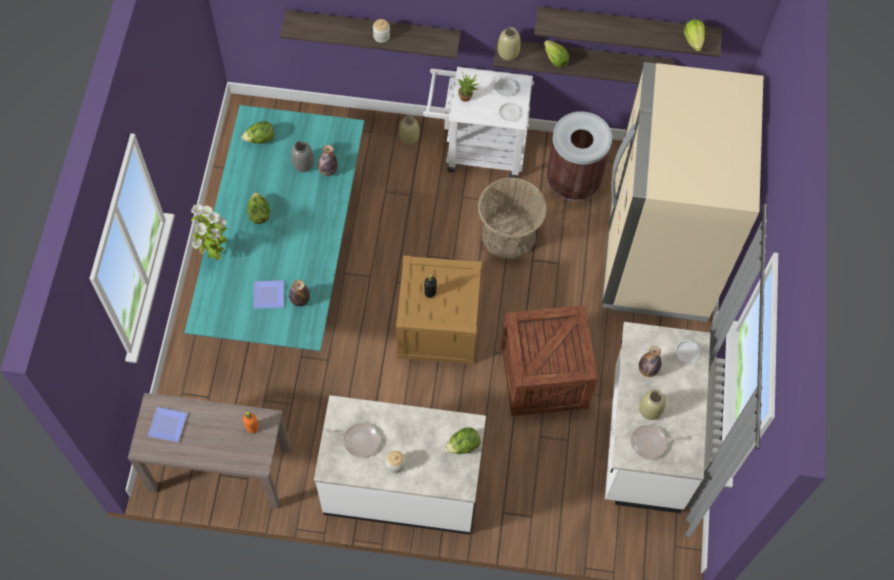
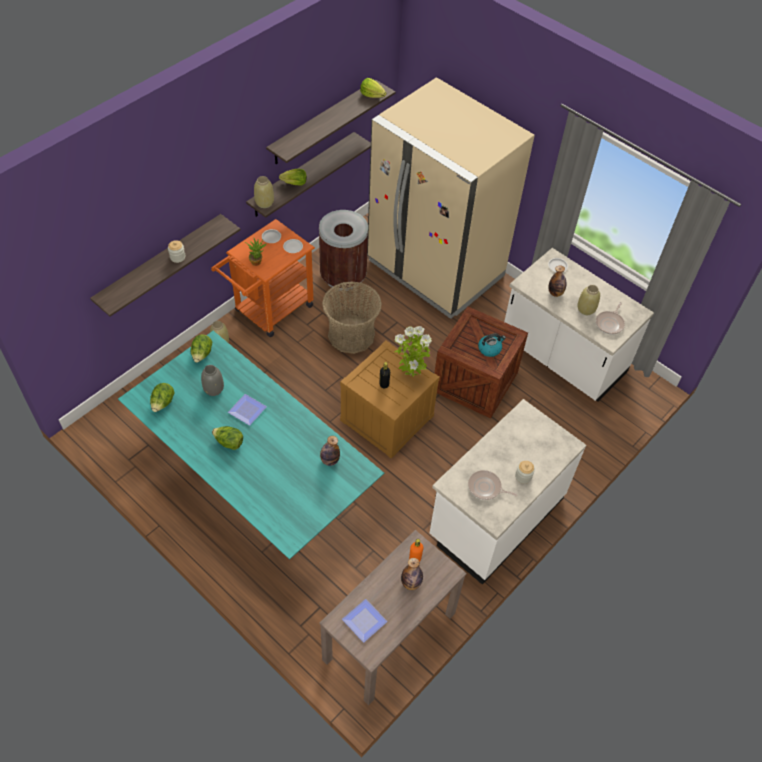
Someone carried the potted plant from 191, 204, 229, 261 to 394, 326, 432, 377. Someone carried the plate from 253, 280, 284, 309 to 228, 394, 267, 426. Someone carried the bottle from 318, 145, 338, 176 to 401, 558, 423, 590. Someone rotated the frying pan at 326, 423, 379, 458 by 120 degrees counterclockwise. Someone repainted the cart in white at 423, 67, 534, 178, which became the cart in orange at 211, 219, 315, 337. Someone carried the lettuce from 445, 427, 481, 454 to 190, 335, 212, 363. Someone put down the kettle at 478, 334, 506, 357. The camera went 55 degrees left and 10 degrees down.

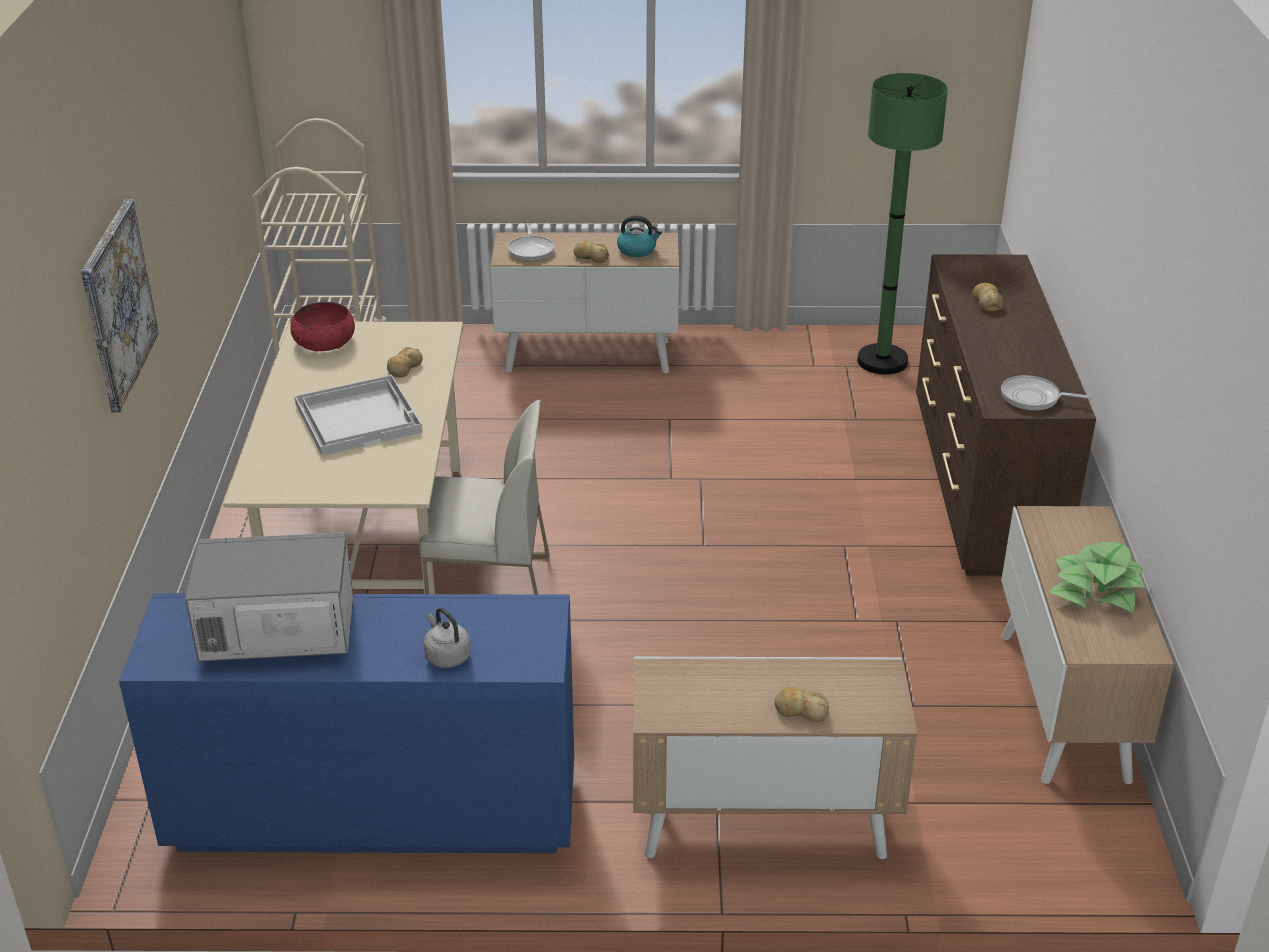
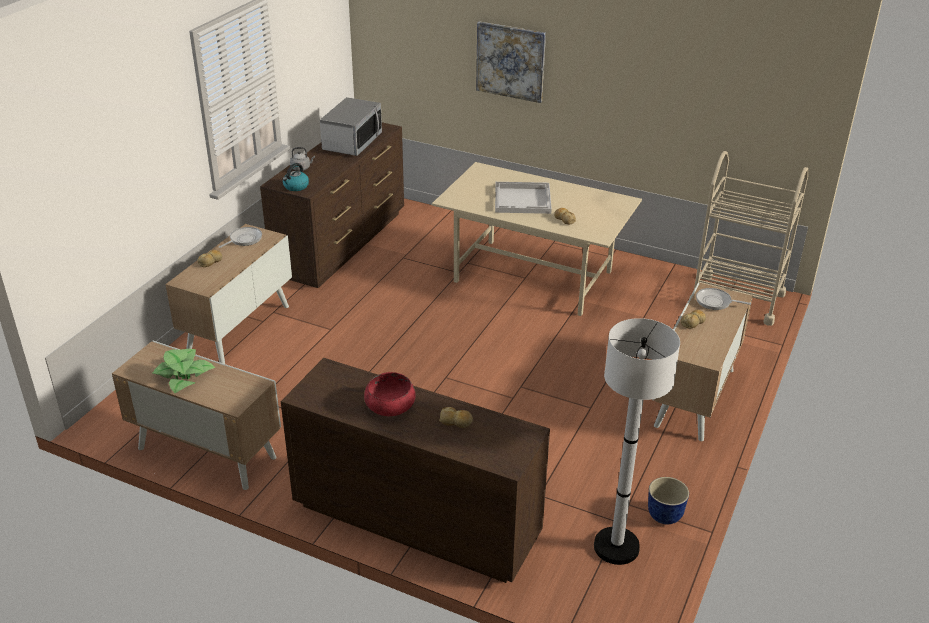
Someone repainted the dresser in blue at 119, 593, 574, 853, which became the dresser in brown at 260, 122, 404, 288. Someone carried the bowl in red from 291, 302, 355, 352 to 364, 372, 416, 416. Someone took away the chair in white at 419, 400, 550, 594. Someone carried the kettle from 617, 216, 662, 257 to 283, 163, 309, 191. Someone repainted the floor lamp in green at 857, 73, 948, 375, which became the floor lamp in white at 594, 318, 680, 565. Someone carried the frying pan from 1001, 375, 1093, 411 to 219, 227, 262, 248. Someone put down the planter at 648, 477, 689, 524. The camera went 115 degrees right and 0 degrees up.

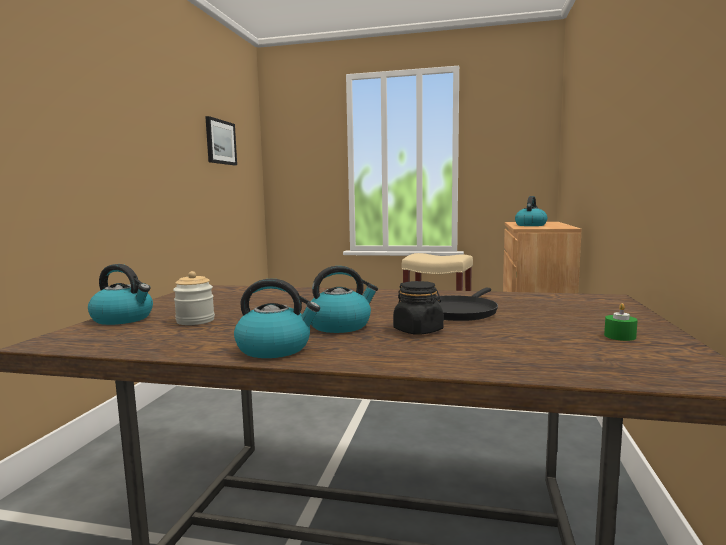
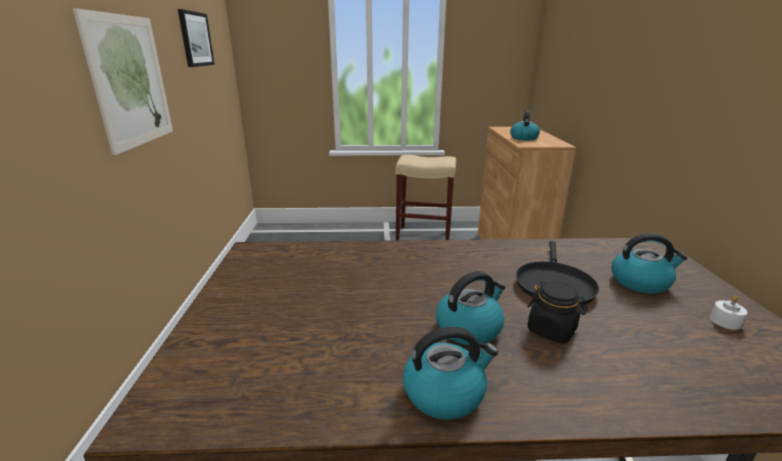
Someone carried the kettle from 88, 264, 153, 325 to 611, 233, 687, 294. Someone took away the jar at 173, 271, 215, 325. Someone repainted the candle in green at 604, 303, 638, 341, which became the candle in white at 710, 296, 748, 330. Someone put up the picture at 73, 8, 173, 155. The camera went 15 degrees left and 15 degrees up.

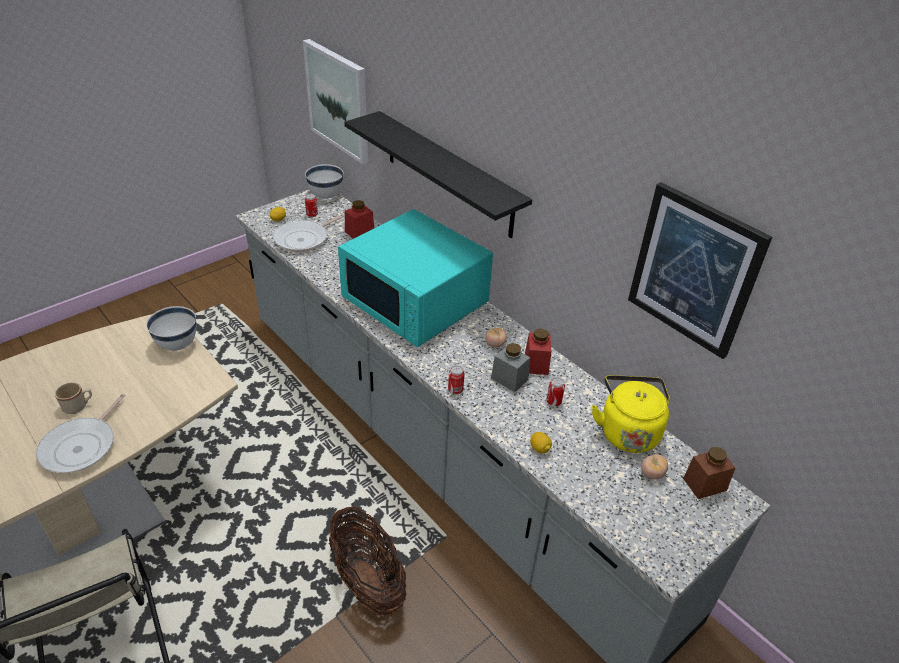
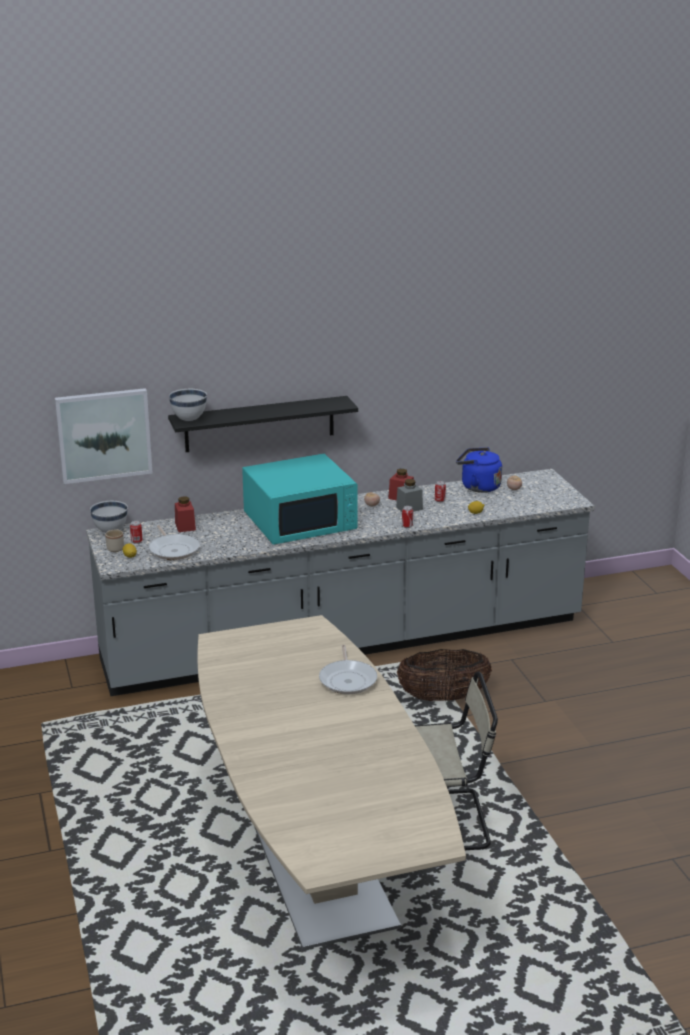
Someone rotated the frying pan at 36, 394, 125, 473 by 45 degrees clockwise. Someone carried the mug in beige from 55, 382, 92, 414 to 105, 529, 124, 552. Someone carried the bowl in white from 146, 306, 196, 351 to 169, 389, 207, 421. Someone repainted the kettle in yellow at 592, 375, 670, 453, which became the kettle in blue at 456, 447, 502, 493. Someone took away the picture at 628, 182, 772, 359. Someone took away the jar in brown at 683, 447, 735, 499. The camera went 65 degrees left and 15 degrees down.

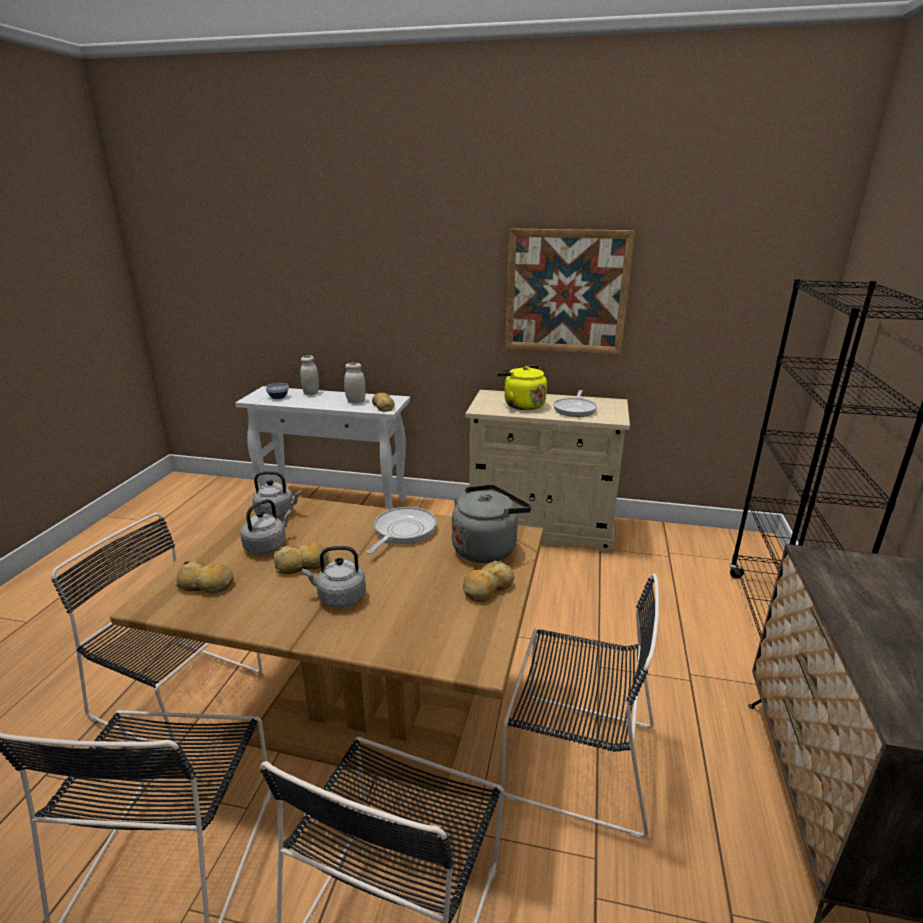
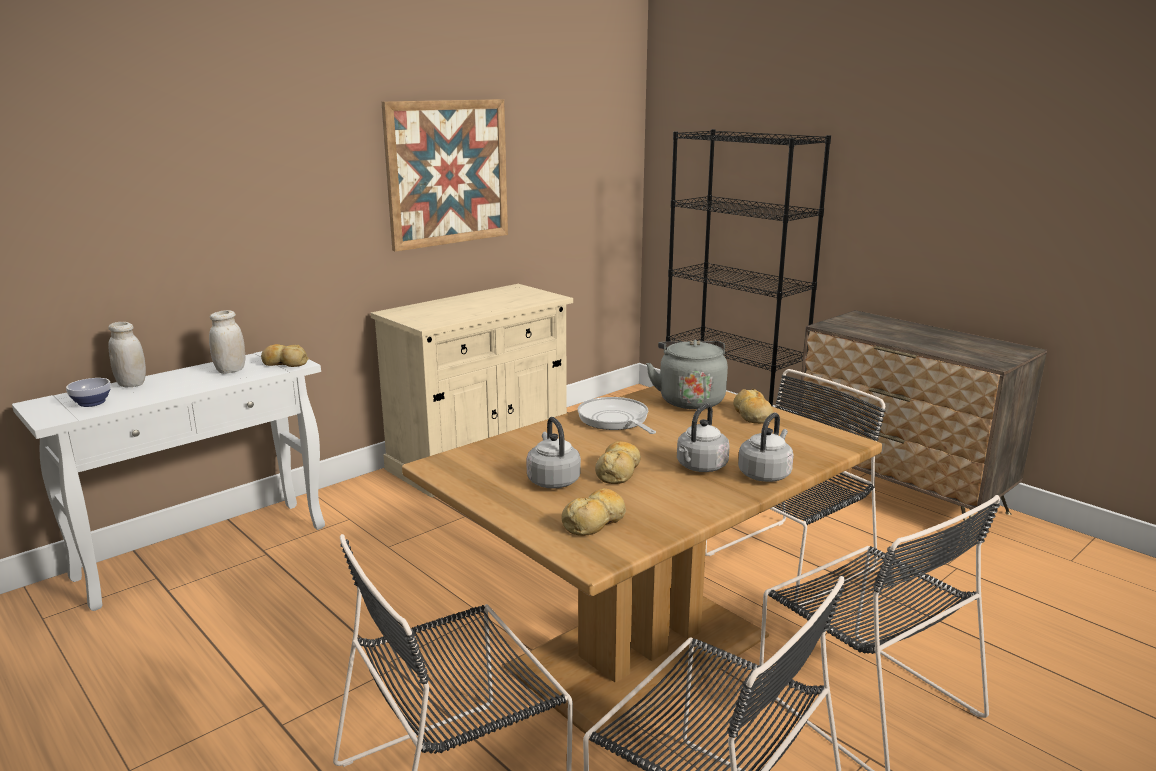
Someone carried the kettle in grey from 252, 471, 302, 518 to 738, 412, 794, 482. Someone took away the kettle in yellow at 497, 365, 547, 410. Someone took away the frying pan at 553, 390, 597, 417. The camera went 55 degrees left and 5 degrees down.

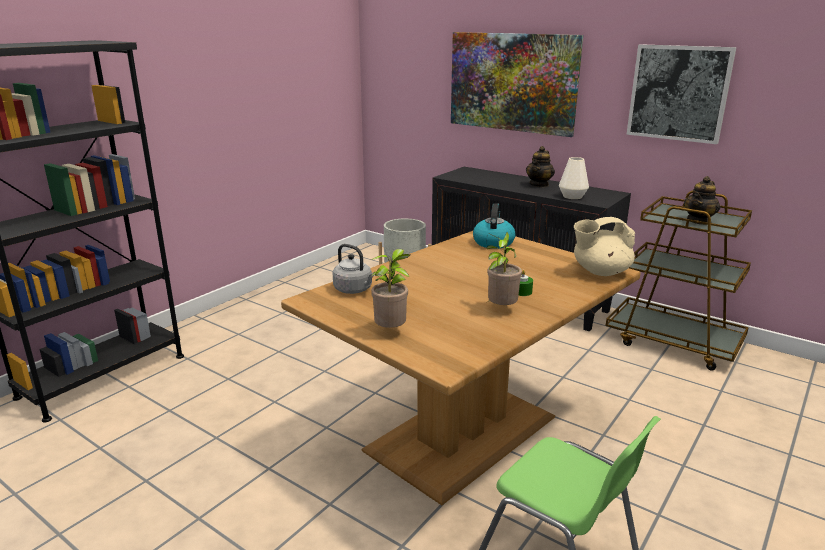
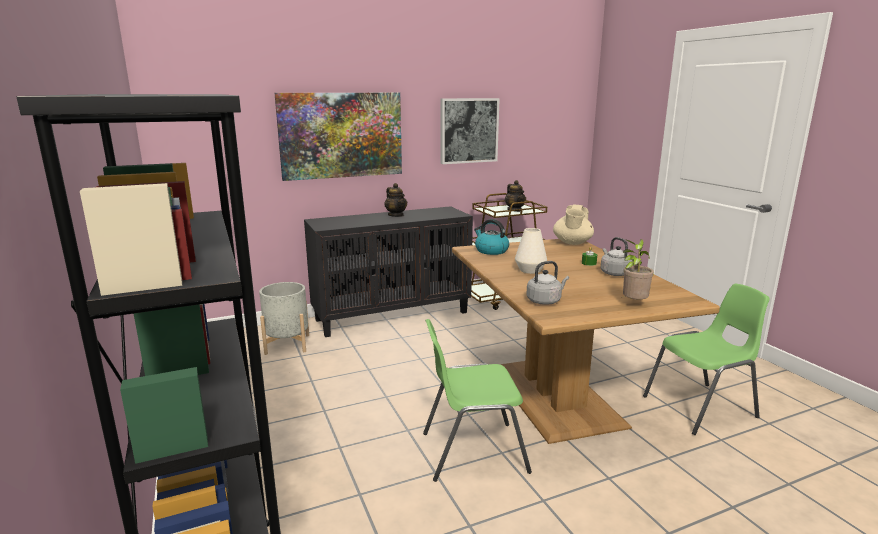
Someone swapped the potted plant at 486, 232, 522, 305 for the kettle in grey at 601, 237, 633, 276. Someone carried the vase in white from 559, 157, 589, 199 to 515, 228, 547, 274. Someone put down the chair in green at 423, 319, 532, 482. The camera went 60 degrees left and 5 degrees down.

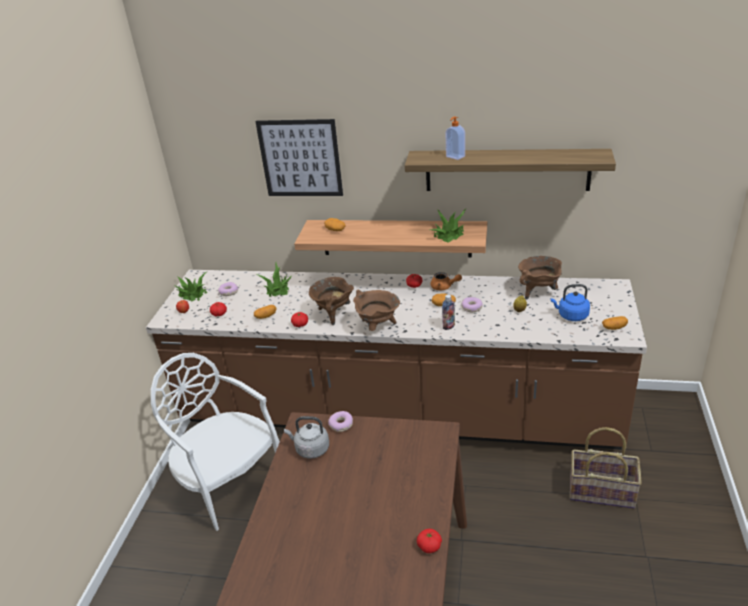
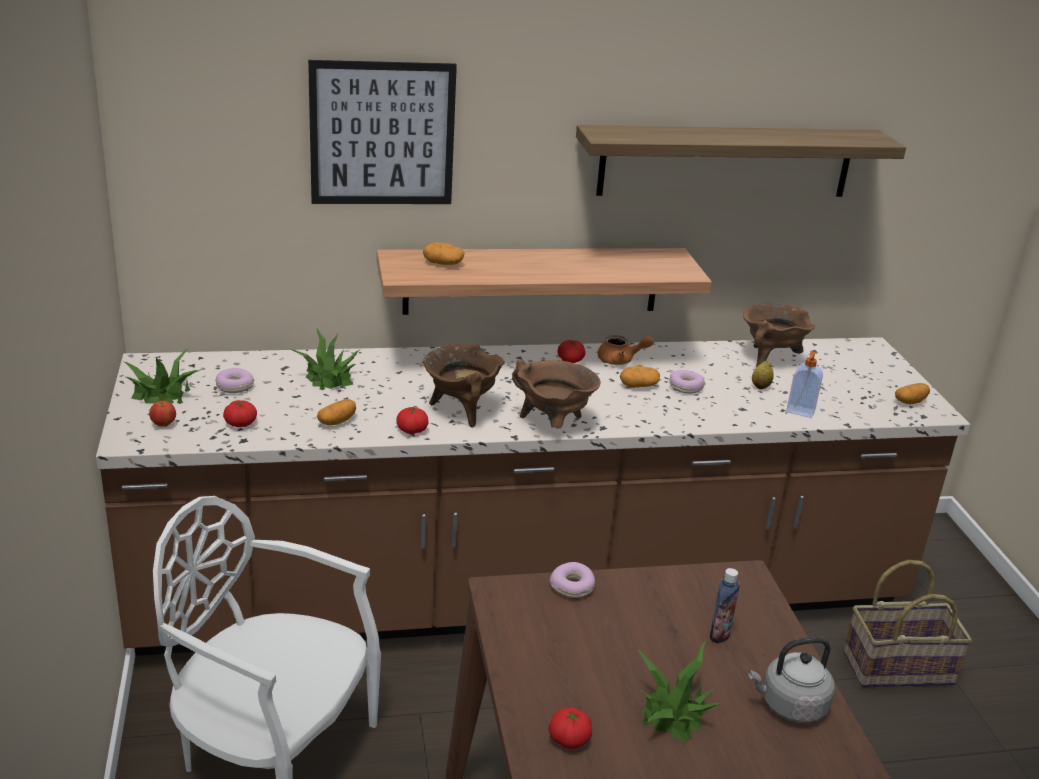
Someone carried the kettle in grey from 284, 416, 329, 459 to 748, 637, 835, 723. Someone carried the tomato from 417, 529, 442, 553 to 548, 707, 592, 749. Someone carried the potted plant from 430, 208, 467, 242 to 638, 641, 720, 742. Someone carried the bottle from 442, 295, 455, 330 to 710, 568, 740, 644. Someone carried the soap dispenser from 445, 116, 465, 160 to 786, 351, 823, 418. Someone took away the kettle in blue at 550, 284, 590, 321. The camera went 25 degrees left and 5 degrees down.

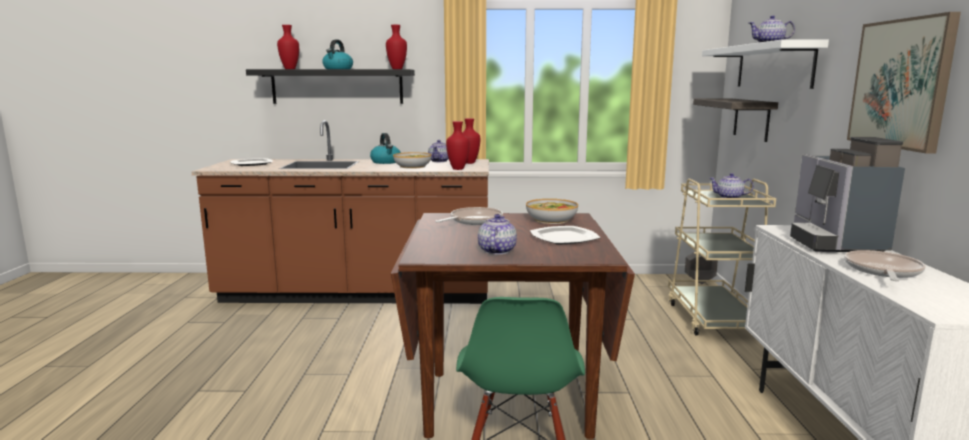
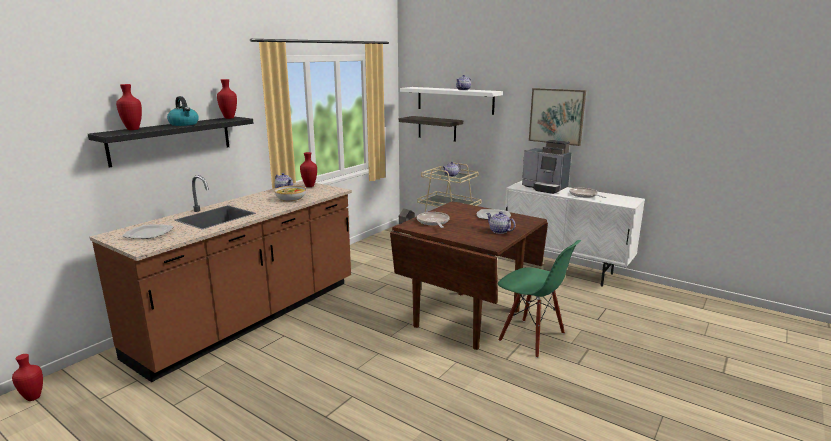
Someone took away the kettle at 370, 133, 401, 164. Someone carried the vase in red from 446, 121, 470, 170 to 12, 354, 43, 401. Someone took away the bowl at 526, 199, 578, 224. The camera went 55 degrees left and 5 degrees up.

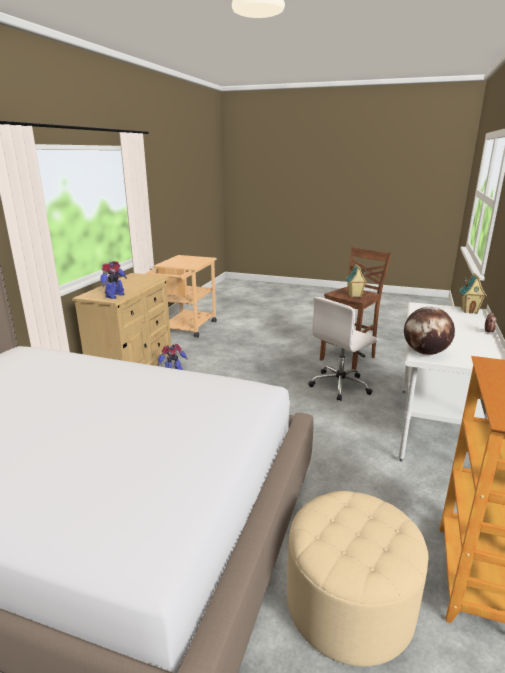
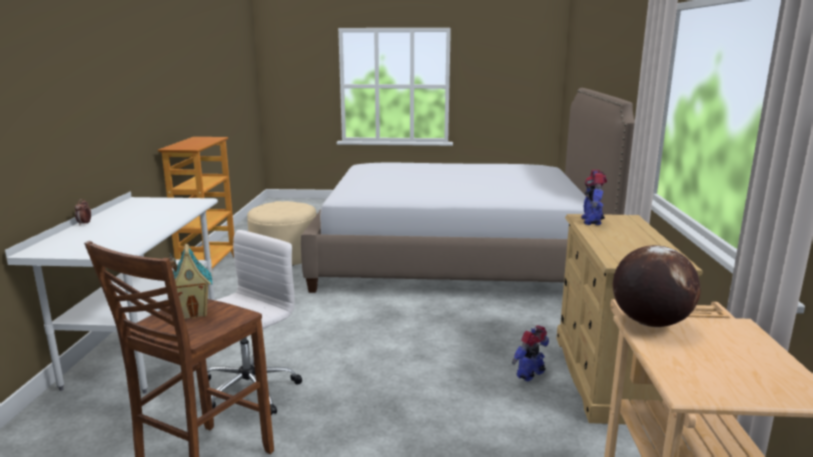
Someone carried the globe from 404, 307, 455, 355 to 613, 245, 701, 327. Someone took away the toy house at 459, 273, 487, 314. The camera went 165 degrees right and 5 degrees down.

